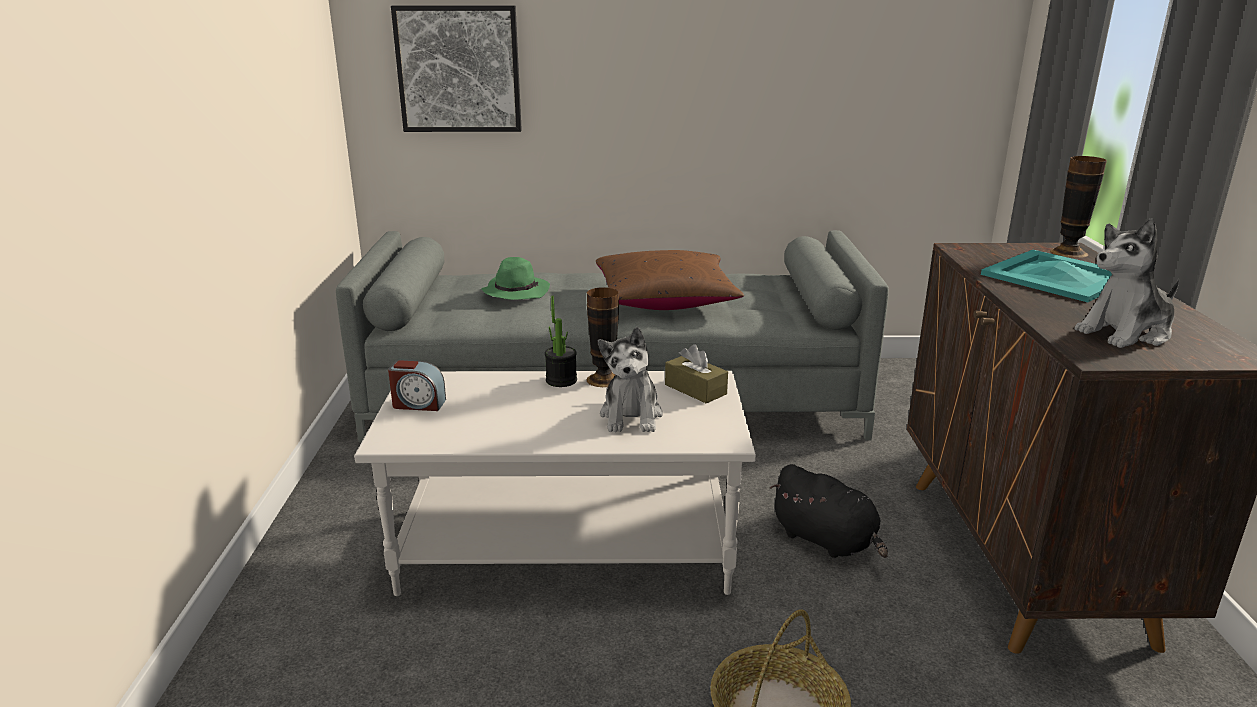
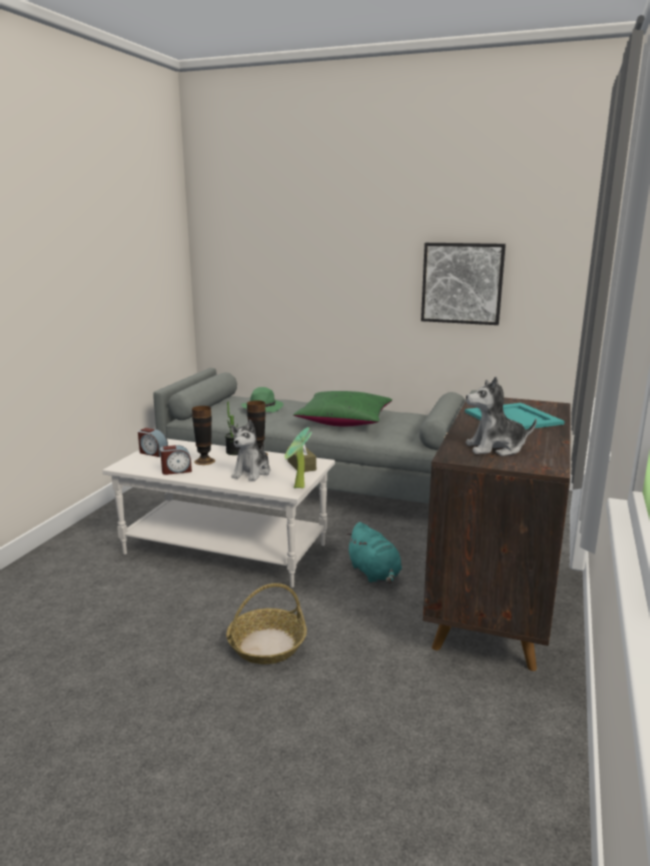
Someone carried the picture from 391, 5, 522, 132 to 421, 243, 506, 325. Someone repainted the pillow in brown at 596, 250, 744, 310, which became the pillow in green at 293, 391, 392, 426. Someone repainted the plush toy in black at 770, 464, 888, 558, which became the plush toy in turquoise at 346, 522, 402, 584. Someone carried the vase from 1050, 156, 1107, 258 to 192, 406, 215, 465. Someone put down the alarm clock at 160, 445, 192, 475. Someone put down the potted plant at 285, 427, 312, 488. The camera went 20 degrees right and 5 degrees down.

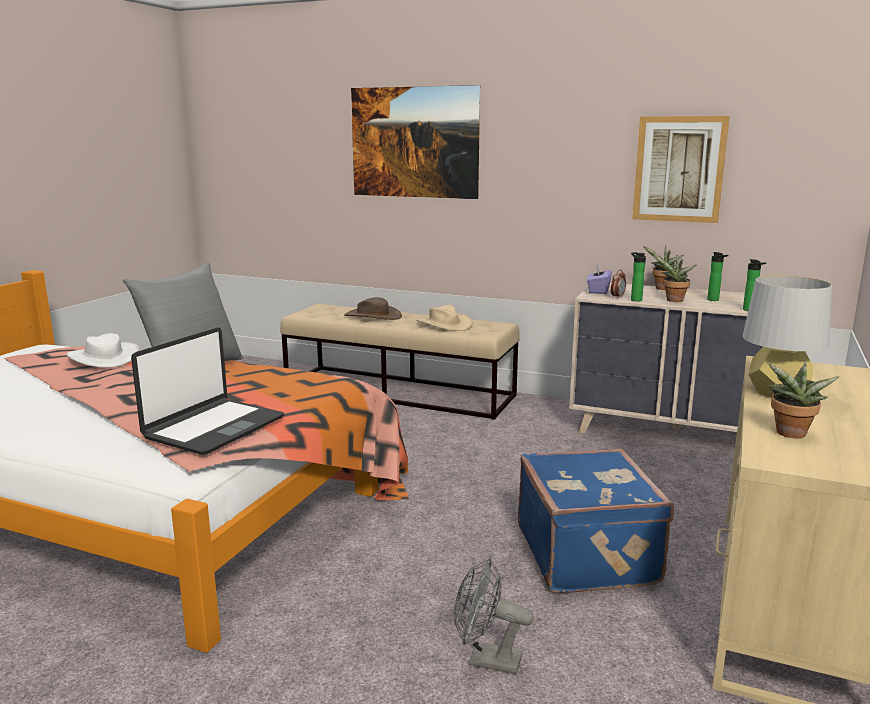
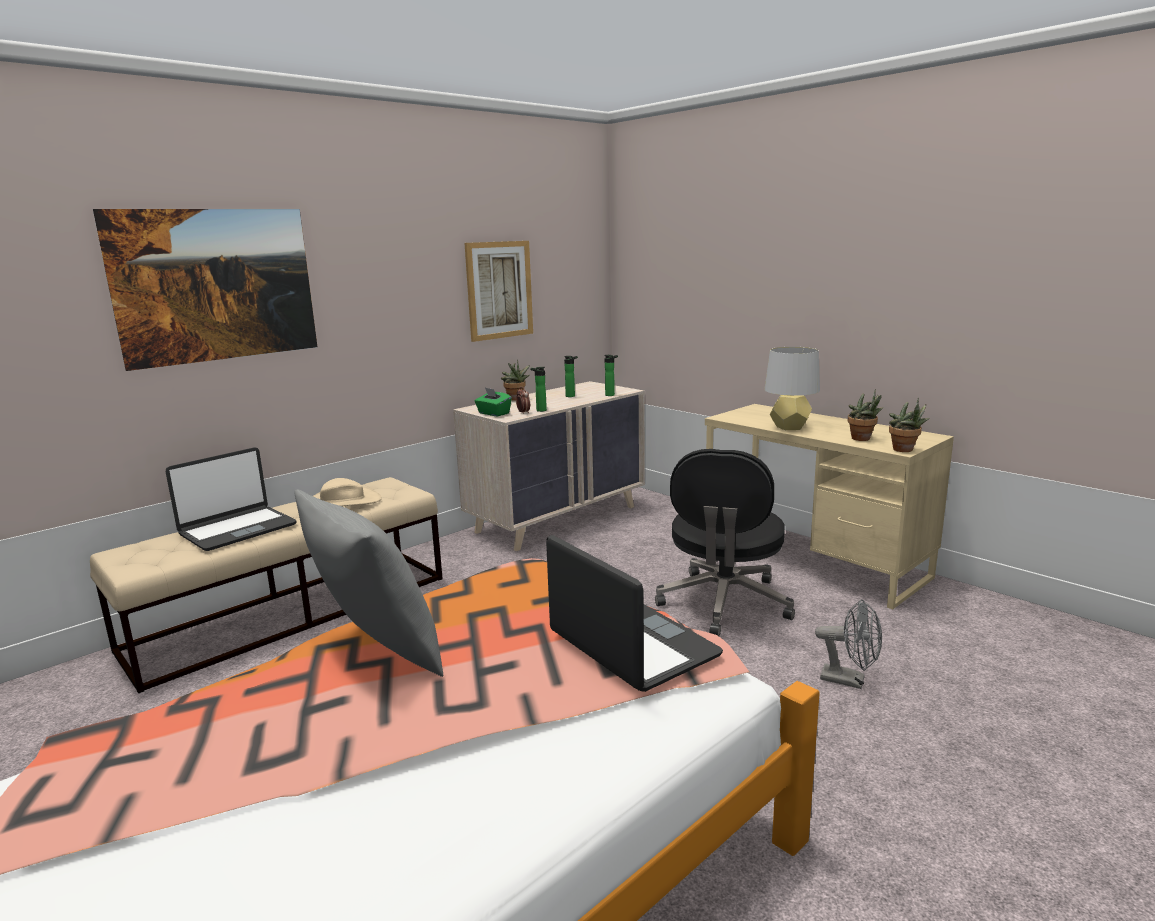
Someone took away the hat in white at 67, 333, 139, 368. Someone swapped the hat in brown at 344, 297, 402, 320 for the laptop at 166, 447, 297, 551. Someone rotated the fan in grey at 454, 558, 534, 675 by 105 degrees counterclockwise. Someone swapped the suitcase in blue at 518, 449, 674, 593 for the office chair in black at 655, 449, 795, 636. Someone repainted the tissue box in purple at 587, 263, 612, 294, which became the tissue box in green at 475, 388, 512, 416. Someone carried the potted plant from 653, 255, 697, 302 to 889, 398, 930, 452. The camera went 65 degrees left and 0 degrees up.

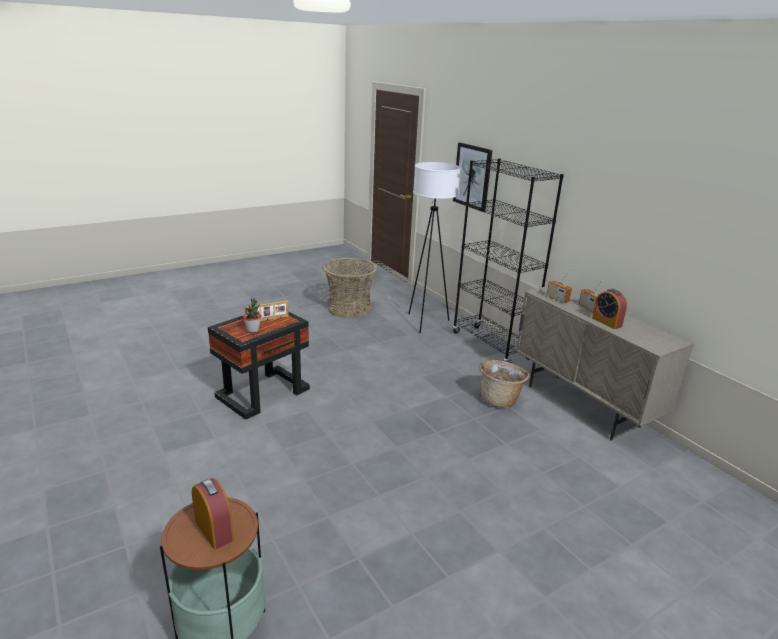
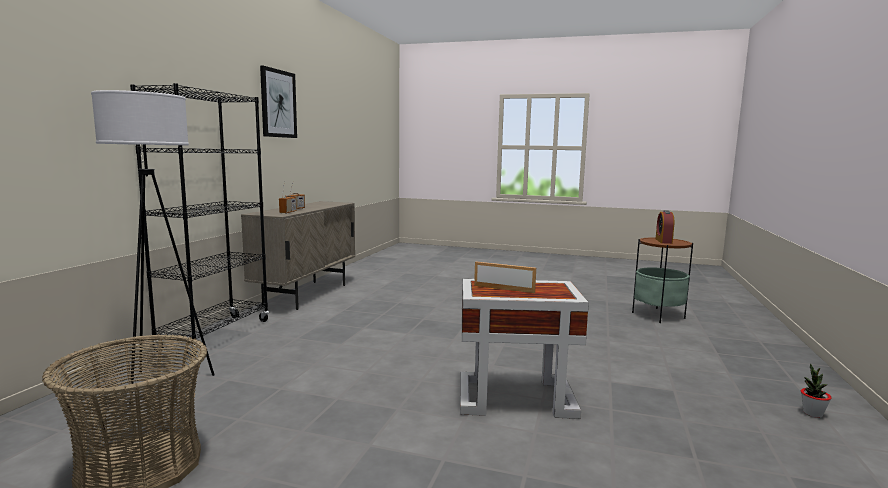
Someone repainted the side table in black at 208, 311, 310, 420, which became the side table in white at 460, 278, 589, 419. Someone carried the potted plant from 243, 298, 261, 332 to 801, 364, 832, 418. Someone carried the picture from 453, 143, 492, 212 to 260, 66, 297, 138. Someone took away the basket at 479, 360, 529, 407. Someone took away the alarm clock at 592, 289, 627, 329. The camera went 130 degrees left and 15 degrees down.

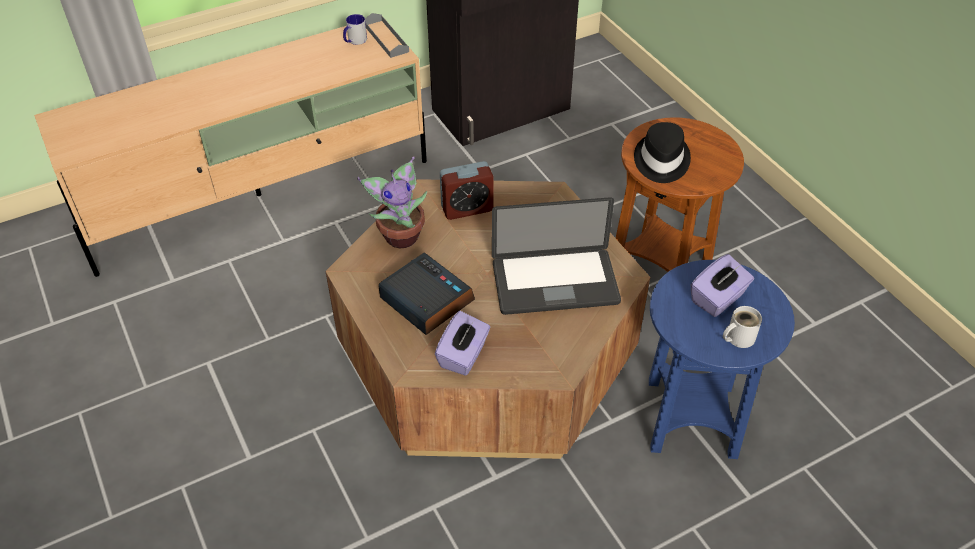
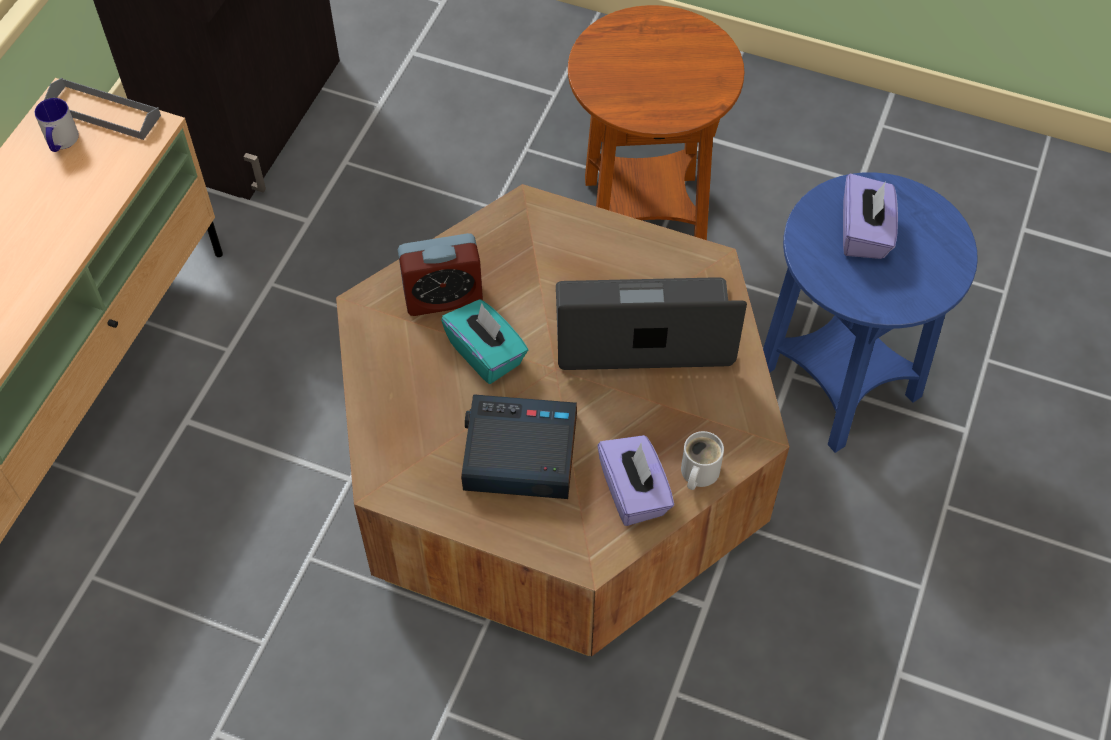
Someone took away the potted plant at 357, 156, 427, 248. Someone rotated the alarm clock at 440, 161, 494, 220 by 45 degrees clockwise. Someone rotated the laptop at 492, 197, 621, 315 by 135 degrees counterclockwise. Someone took away the hat in black at 634, 122, 691, 183. Someone carried the mug in white from 723, 306, 762, 348 to 681, 431, 724, 490. Someone put down the tissue box in turquoise at 441, 299, 528, 384. The camera went 40 degrees left and 10 degrees up.

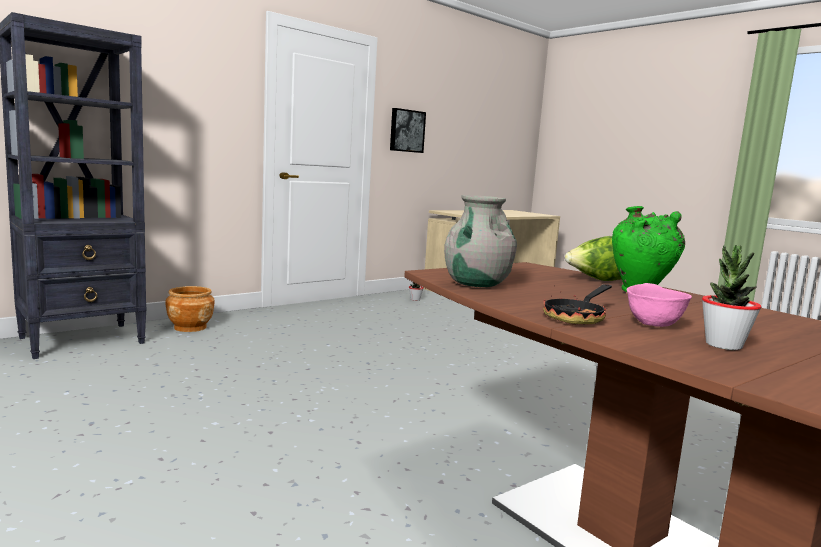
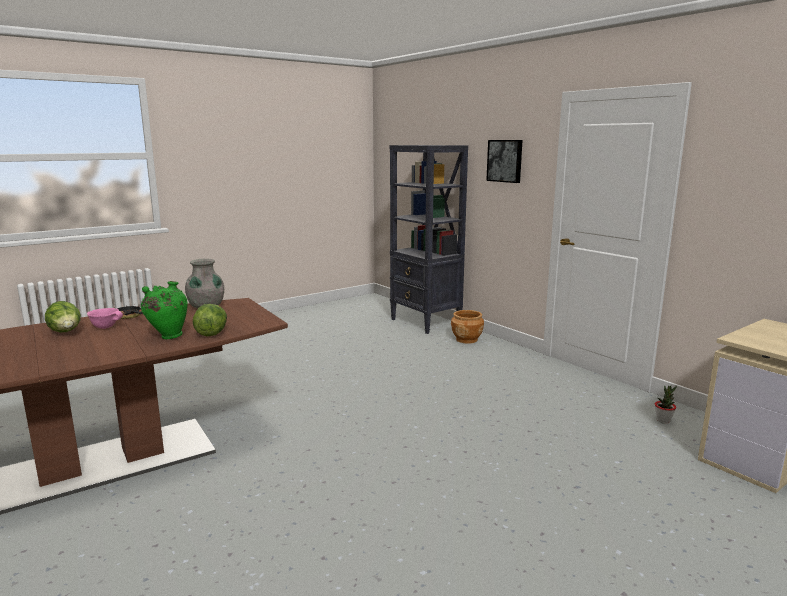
Someone carried the picture from 390, 108, 426, 153 to 486, 140, 523, 183. Someone swapped the potted plant at 702, 245, 761, 350 for the lettuce at 45, 301, 81, 332. The camera went 95 degrees right and 5 degrees up.

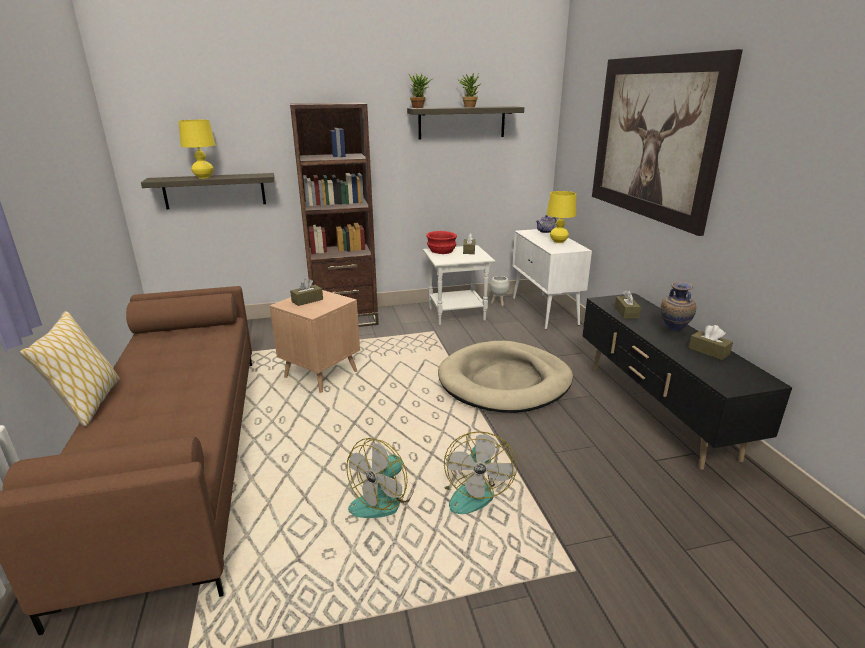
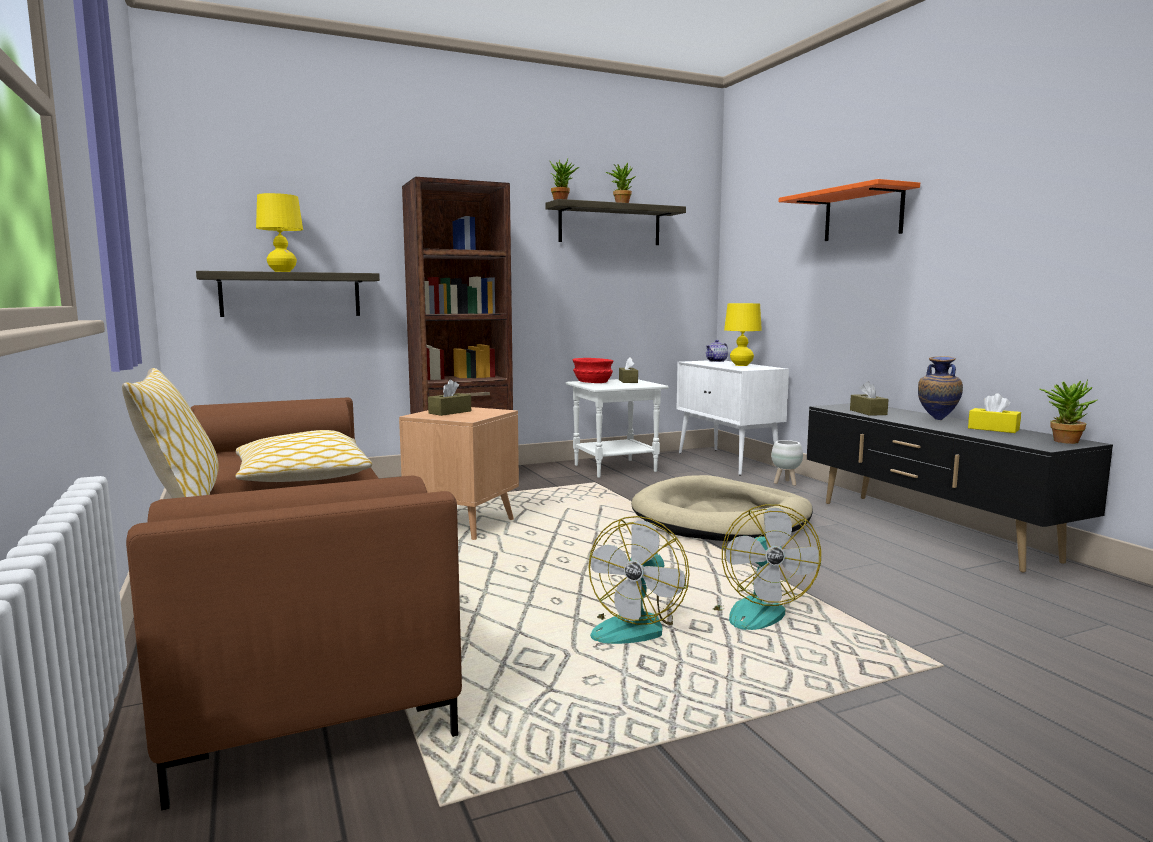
Someone carried the planter in white from 490, 276, 510, 306 to 771, 440, 803, 486. Someone swapped the picture at 592, 49, 743, 236 for the shelf in orange at 779, 179, 920, 241. Someone repainted the tissue box in brown at 689, 325, 733, 360, which became the tissue box in yellow at 968, 393, 1021, 433. Someone put down the pillow at 235, 430, 372, 482. Someone put down the potted plant at 1039, 379, 1097, 444. The camera went 10 degrees left and 15 degrees down.

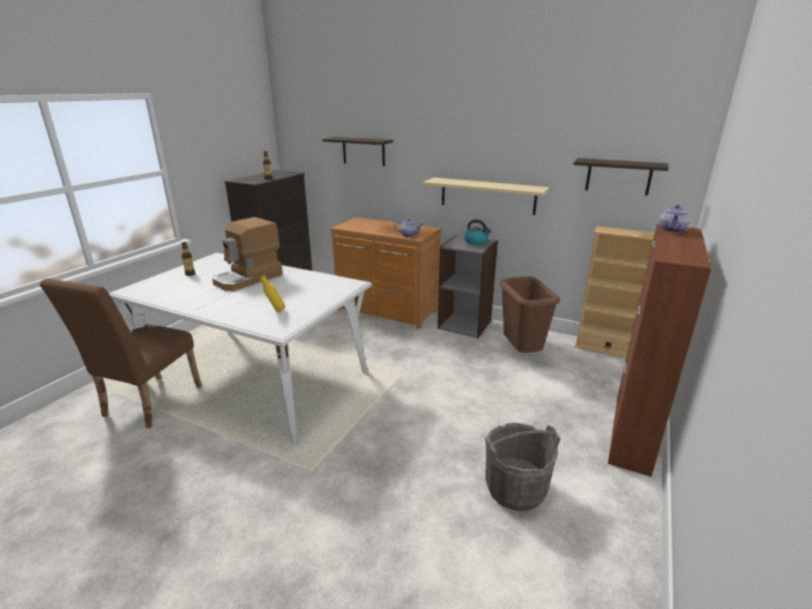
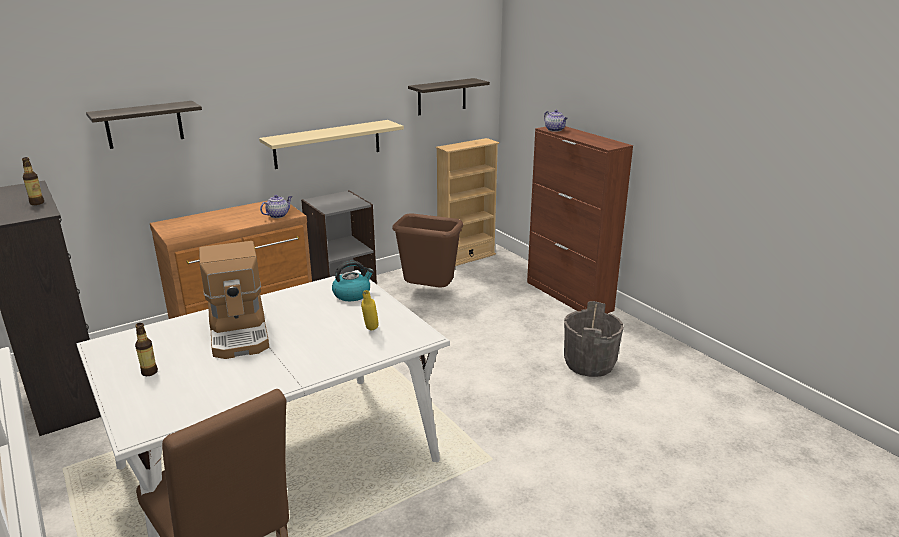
Someone carried the kettle from 464, 219, 491, 245 to 332, 261, 374, 301. The camera went 60 degrees left and 0 degrees up.

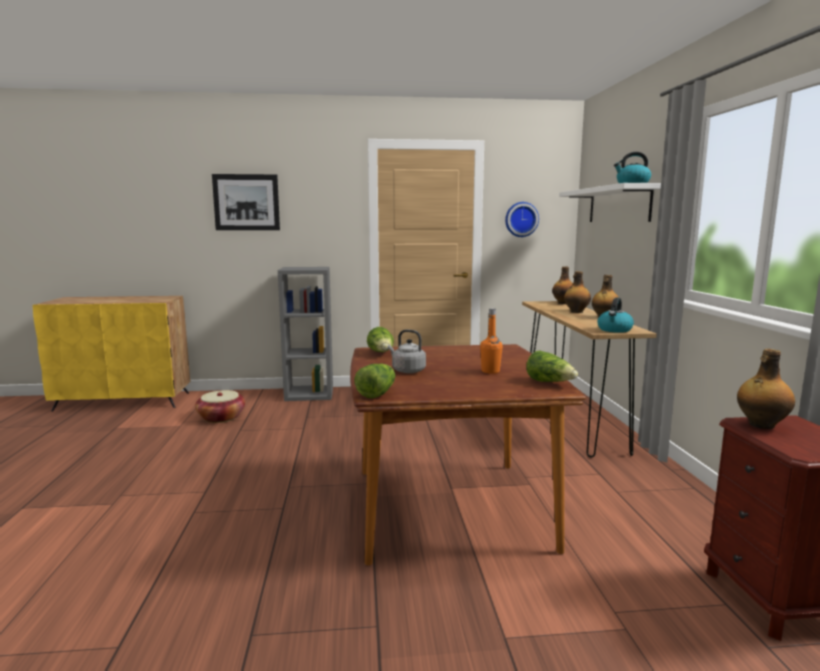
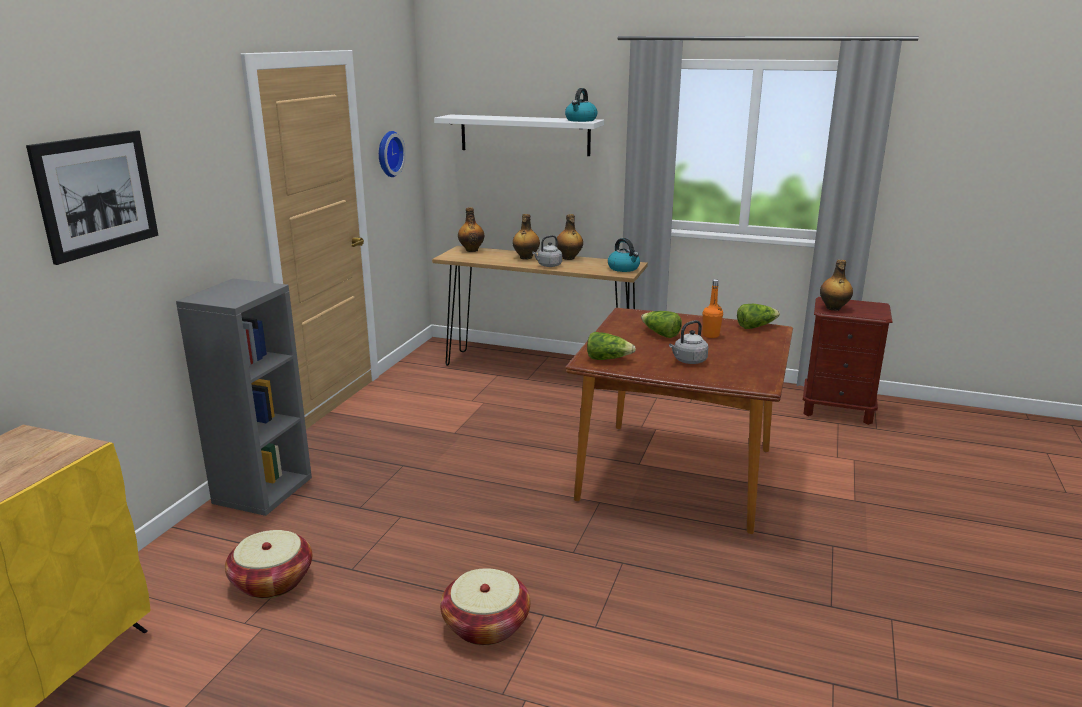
Someone carried the lettuce from 354, 364, 395, 398 to 641, 311, 682, 338. Someone put down the basket at 440, 568, 530, 645. Someone put down the kettle in grey at 532, 235, 562, 267. The camera went 65 degrees left and 10 degrees up.

